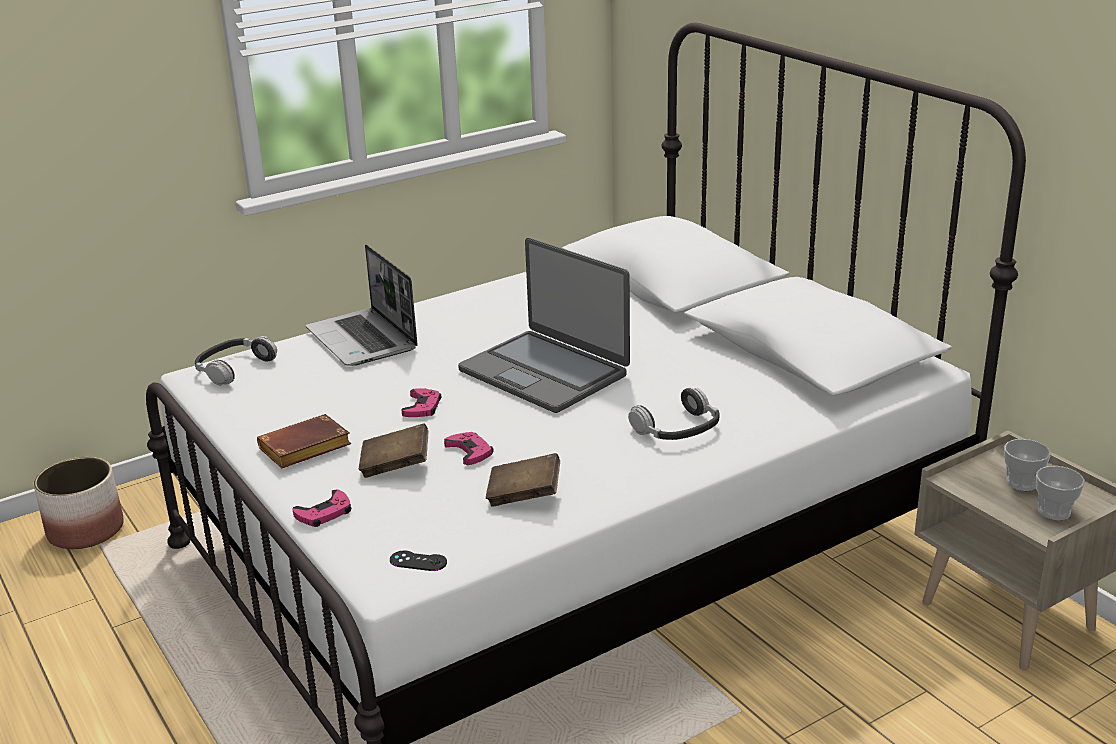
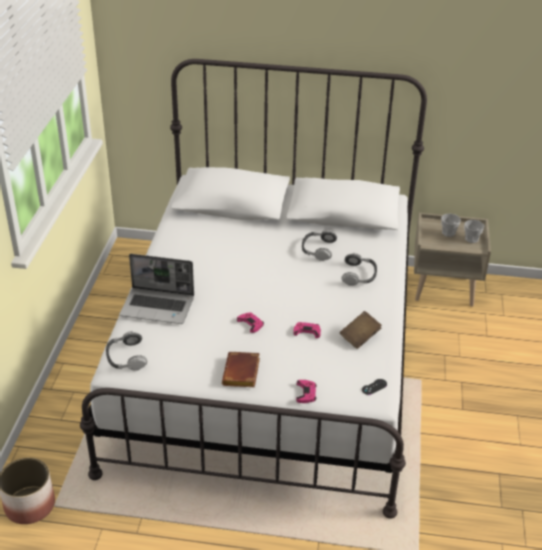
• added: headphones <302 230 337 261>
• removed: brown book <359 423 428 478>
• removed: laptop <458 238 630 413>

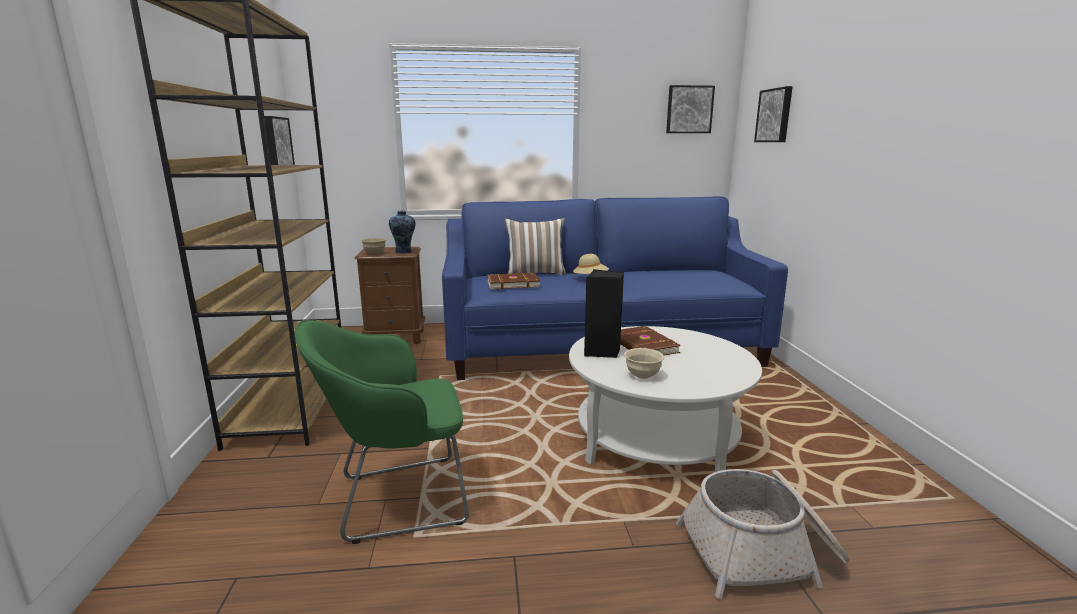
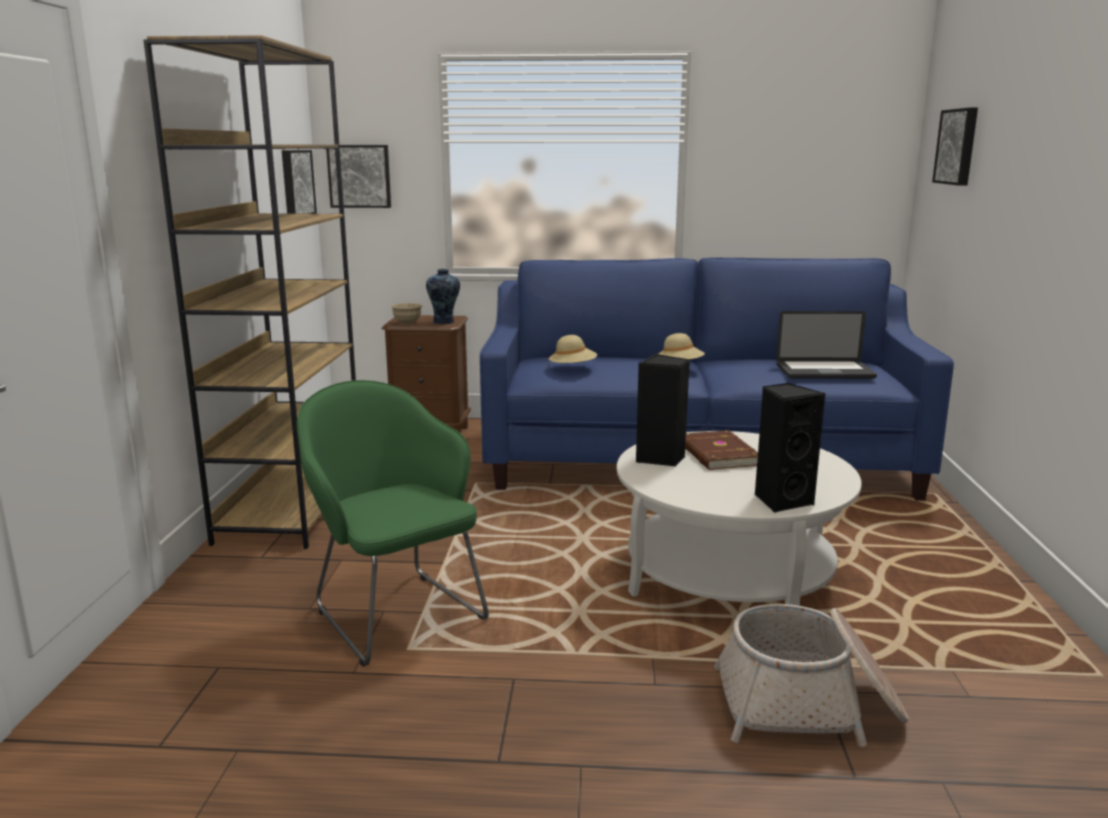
• turned: green armchair <295 320 469 544> = <297 380 489 666> 60 degrees clockwise
• moved: picture <666 85 715 133> to <326 145 391 208>
• replaced: brown book <487 273 540 289> to beige hat <548 335 597 369>
• added: black speaker <755 383 826 512>
• added: laptop <776 311 877 379>
• removed: pillow <505 218 566 276>
• removed: beige bowl <624 348 665 379>

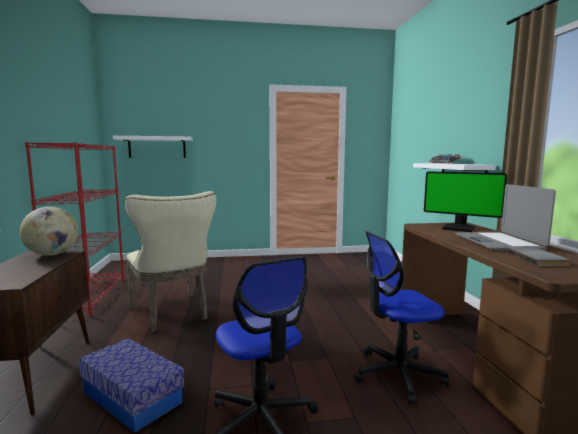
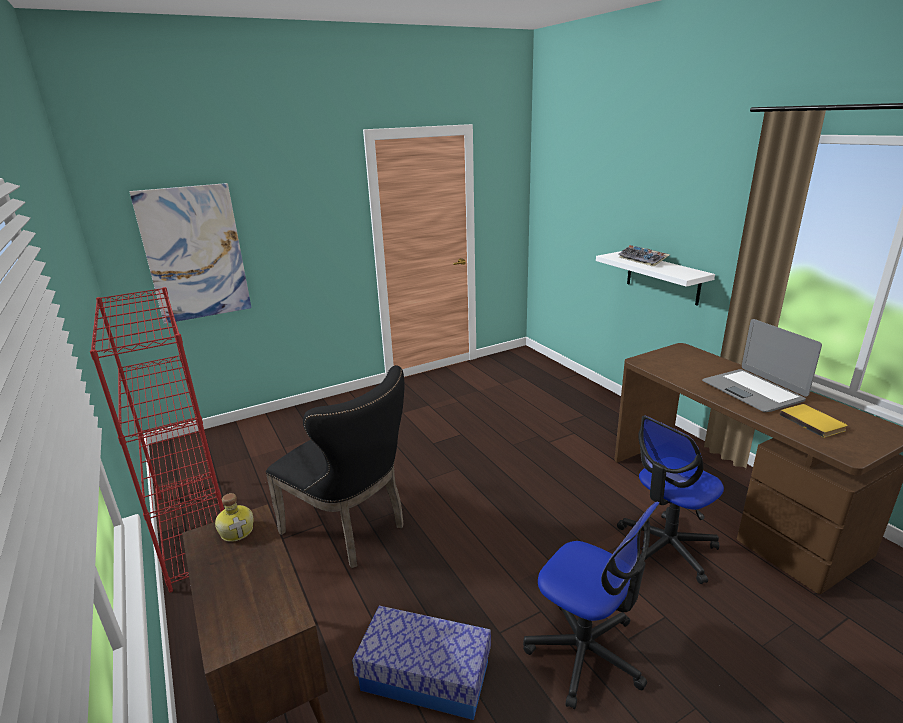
• replaced: white shelf <113 136 193 158> to picture <129 183 252 324>
• replaced: globe <20 207 78 256> to bottle <215 493 253 542>
• recoloured: beige chair <125 191 216 332> to black chair <266 365 404 568>
• recoloured: grey book <508 248 571 266> to yellow book <780 404 848 438>
• removed: monitor <424 171 507 232>

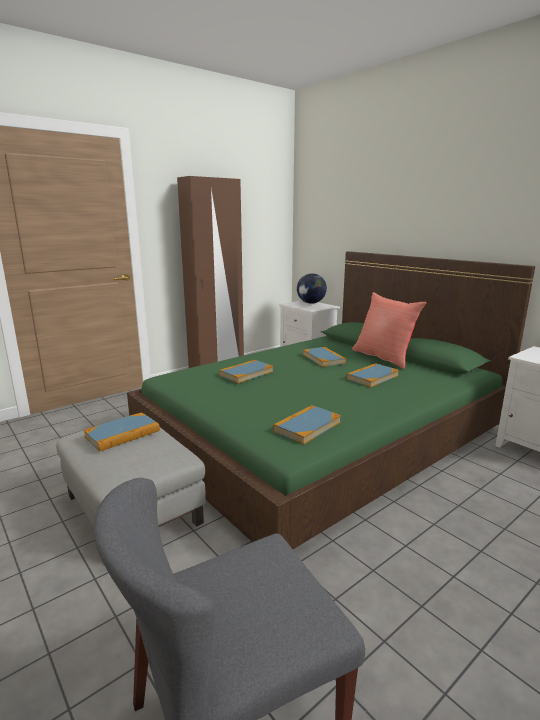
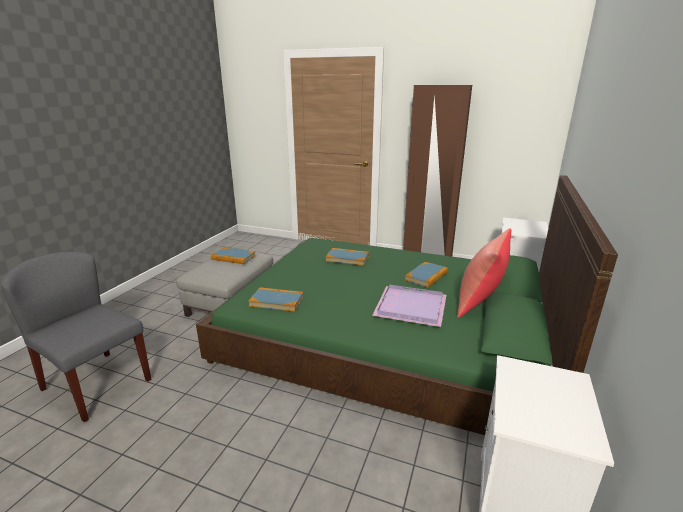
• replaced: book <347 363 399 387> to purple tray <372 285 446 327>
• removed: globe <297 273 327 304>

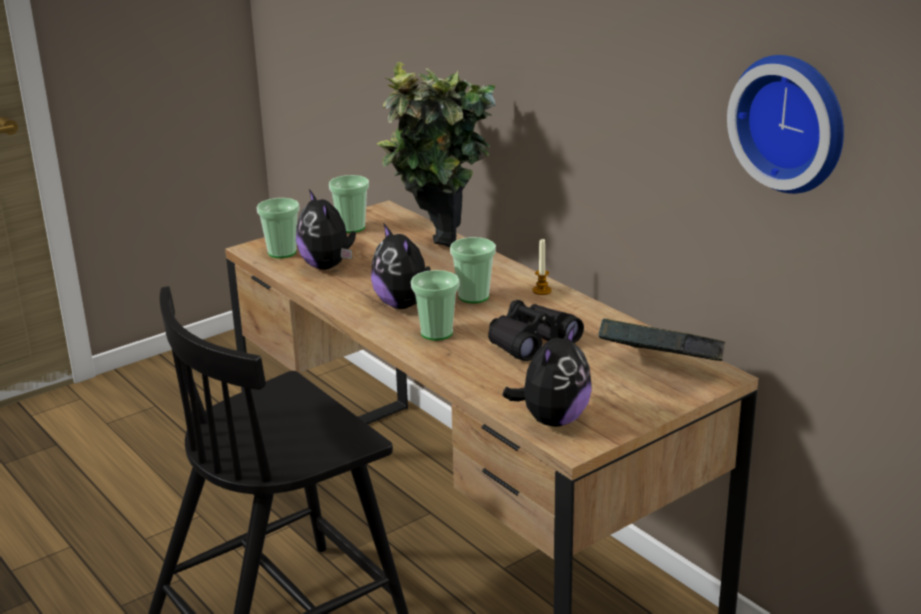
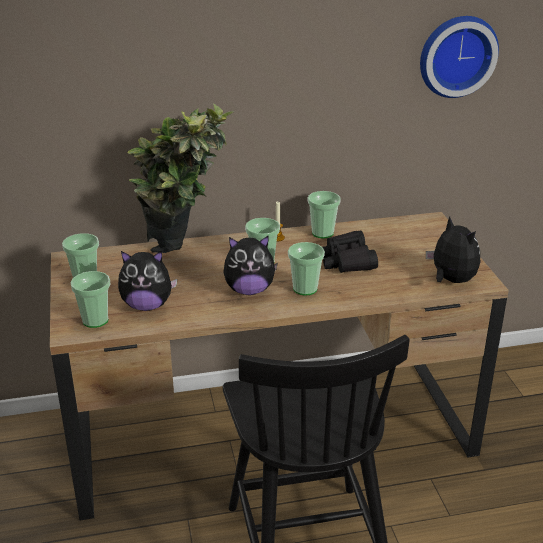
• added: cup <308 191 341 238>
• removed: book <598 318 726 361>

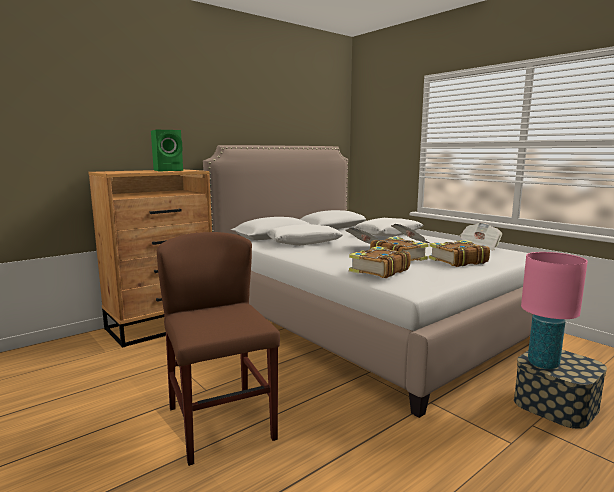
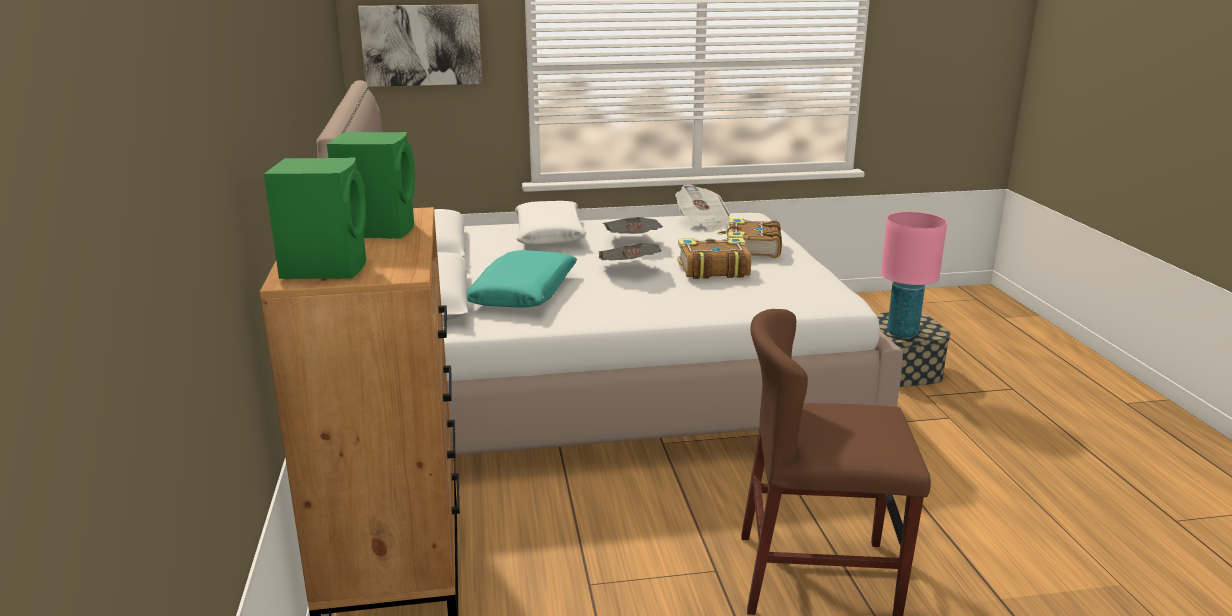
• added: green speaker <264 157 366 279>
• added: picture <358 4 482 87>
• recoloured: white pillow <267 224 343 246> to turquoise pillow <466 250 577 308>
• removed: book <349 246 411 278>

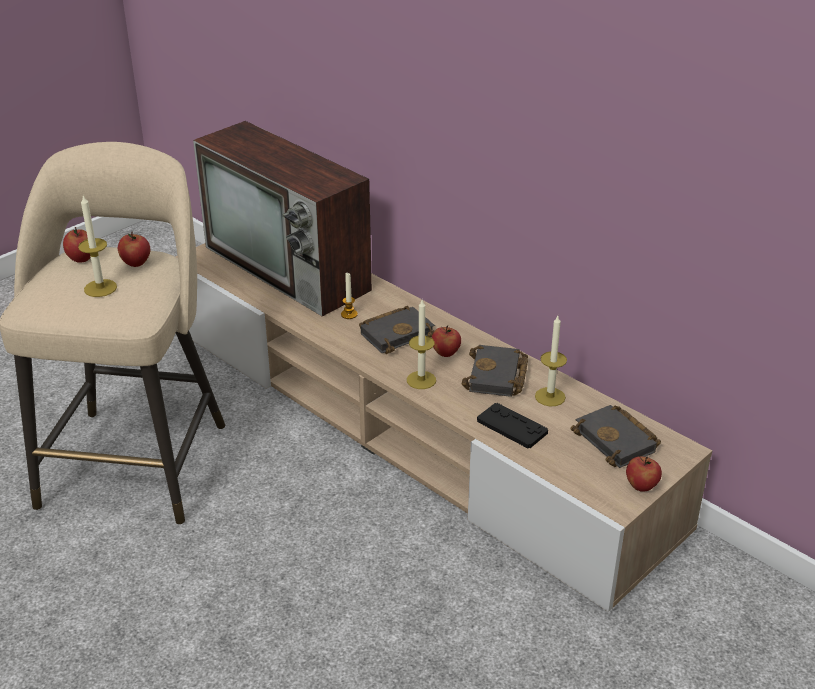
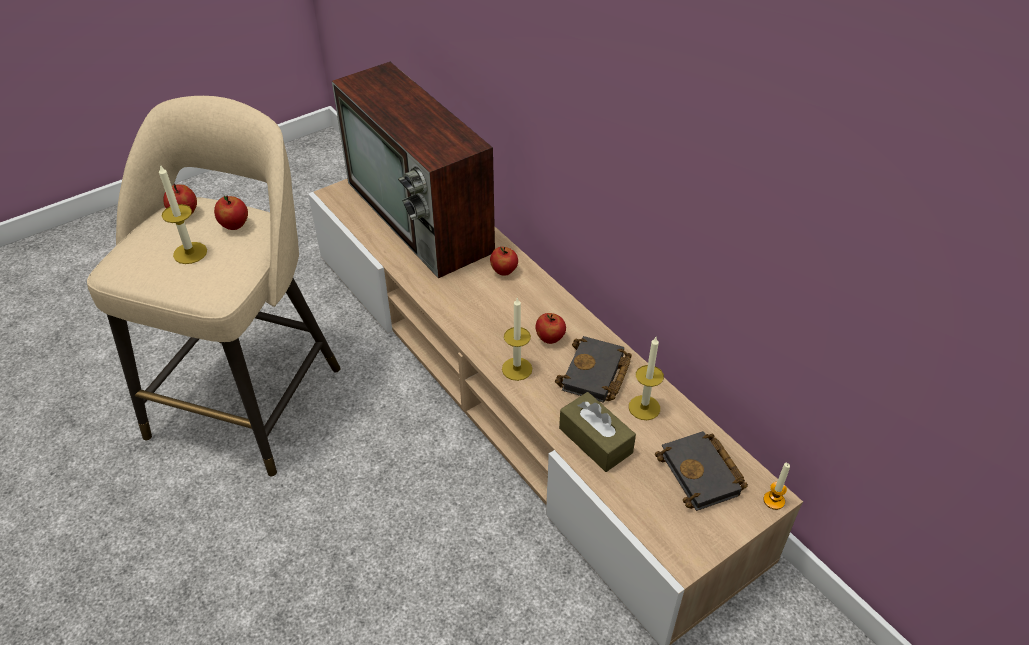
• moved: apple <626 456 662 492> to <490 247 518 276>
• replaced: black game controller <477 403 548 448> to brown tissue box <559 392 636 472>
• moved: candle <341 273 358 319> to <763 463 790 510>
• removed: black book <359 306 435 354>

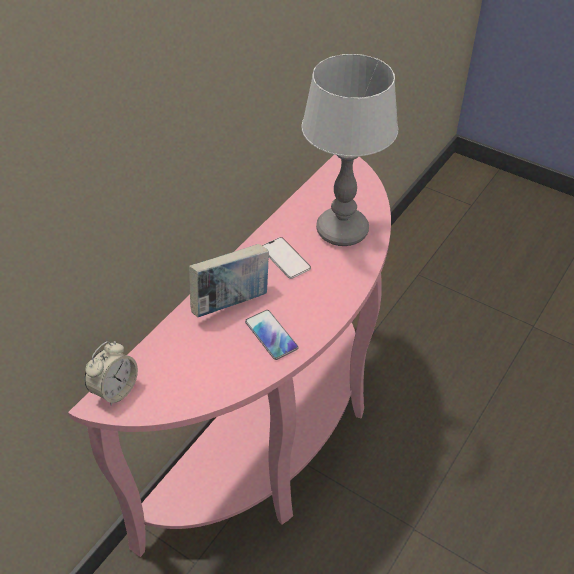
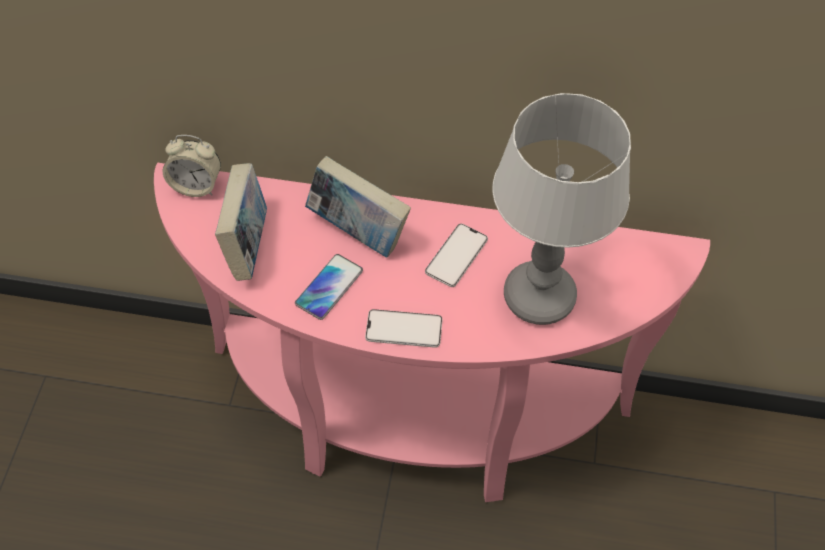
• added: book <215 163 267 281>
• added: phone <365 309 443 348>

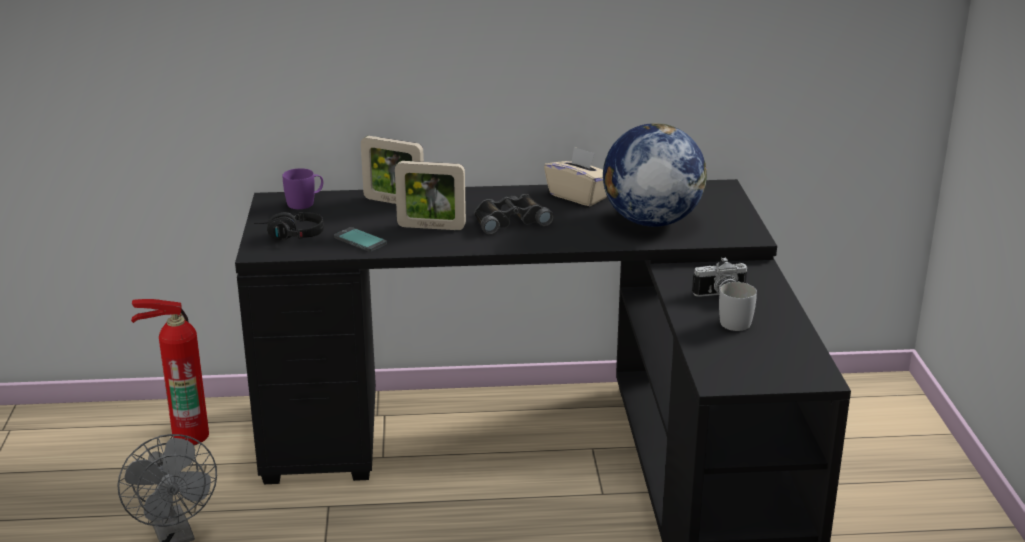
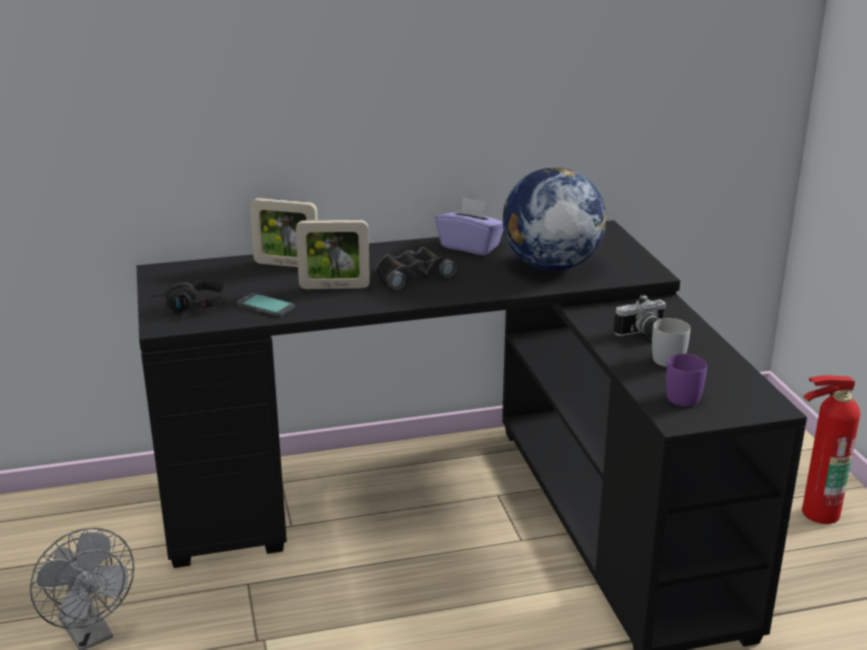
• recoloured: beige tissue box <544 147 607 206> to purple tissue box <435 197 504 255>
• moved: purple mug <283 168 323 209> to <666 354 707 406>
• moved: fire extinguisher <131 299 209 445> to <802 375 860 524>

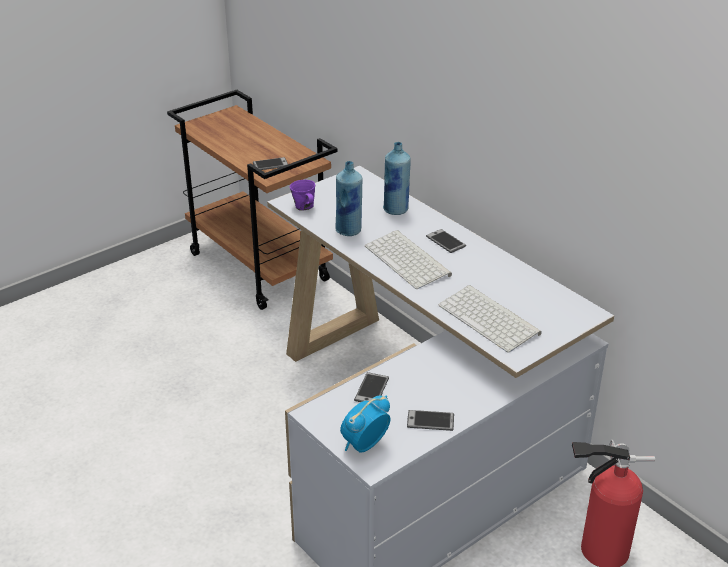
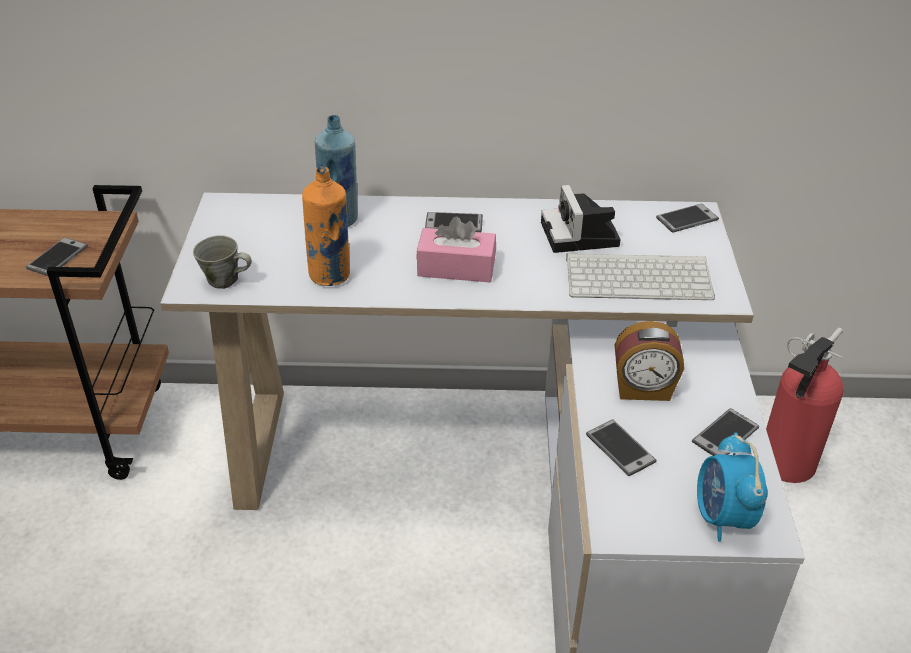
• recoloured: purple mug <290 180 315 211> to grey mug <193 235 252 289>
• recoloured: blue bottle <335 161 362 236> to orange bottle <302 167 350 286>
• replaced: keyboard <365 230 452 289> to pink tissue box <416 216 496 282>
• added: photo camera <541 185 621 253>
• added: alarm clock <615 321 684 401>
• added: phone <656 203 719 233>

